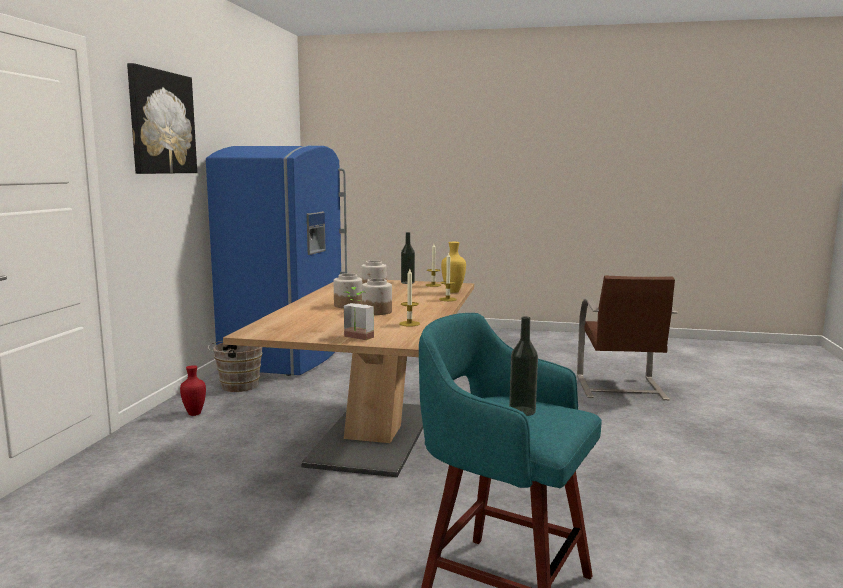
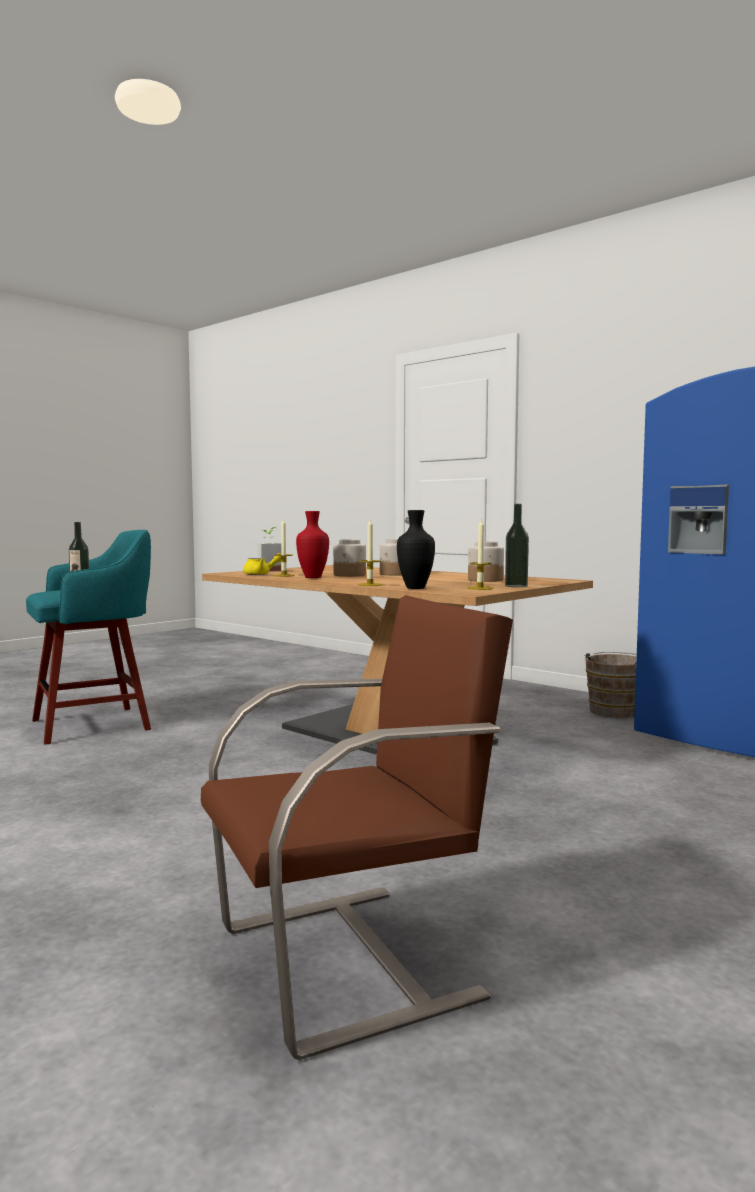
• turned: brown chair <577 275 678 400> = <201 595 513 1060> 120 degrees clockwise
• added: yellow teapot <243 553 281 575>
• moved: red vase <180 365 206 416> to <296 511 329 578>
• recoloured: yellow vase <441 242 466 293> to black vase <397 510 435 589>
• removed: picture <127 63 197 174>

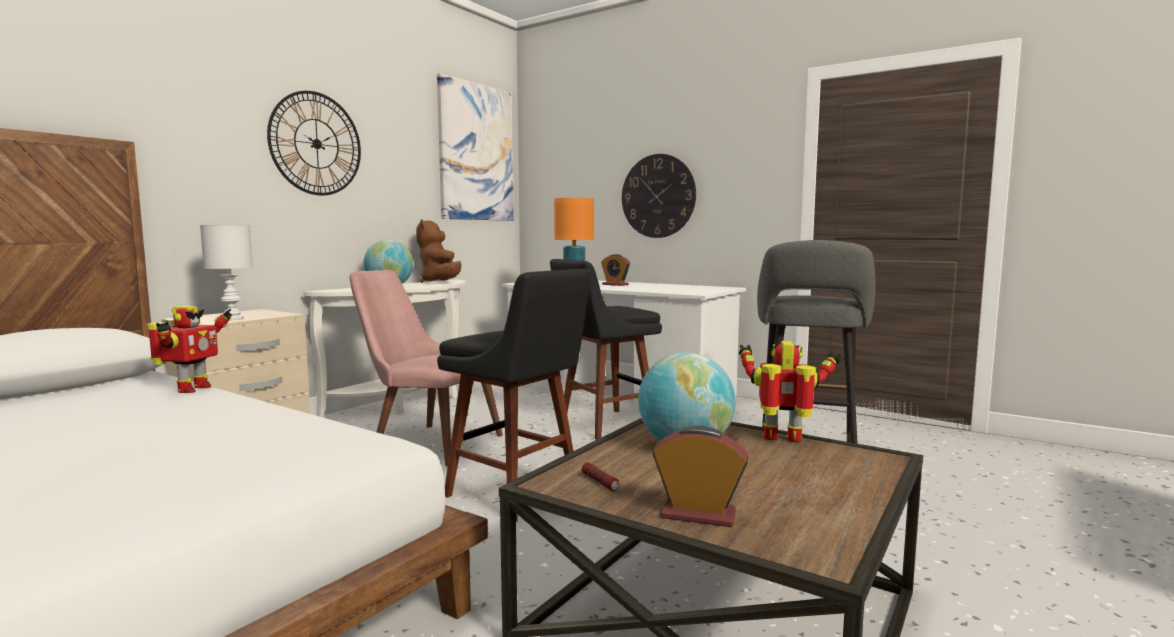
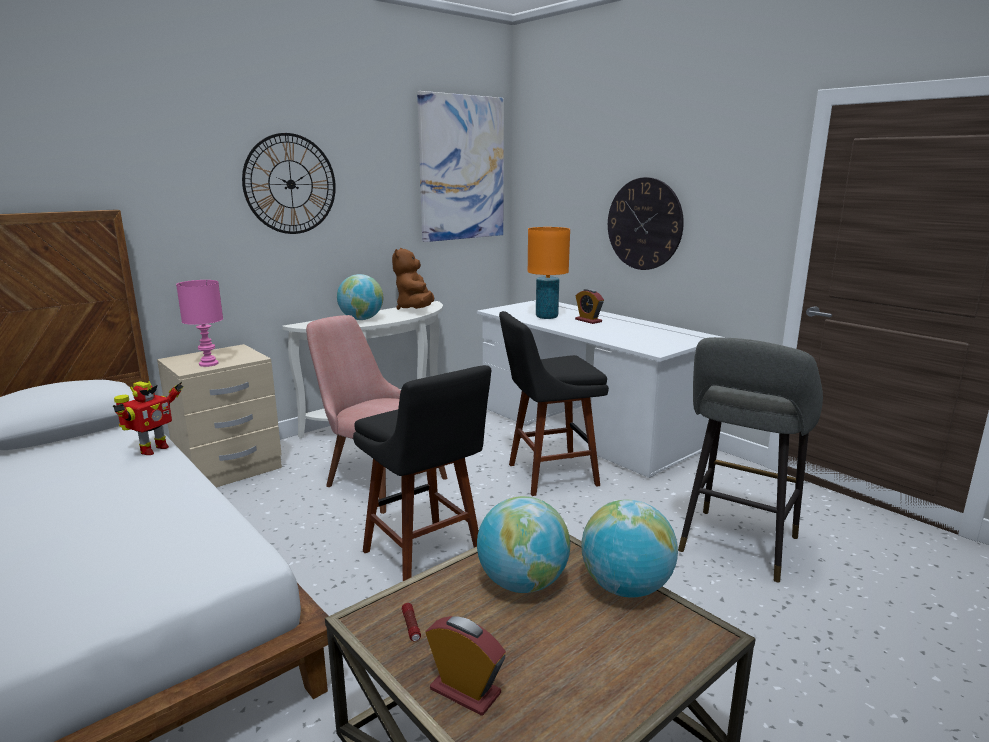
• recoloured: white table lamp <200 225 253 320> to pink table lamp <176 280 223 367>
• replaced: toy robot <739 341 841 442> to globe <581 499 678 598>

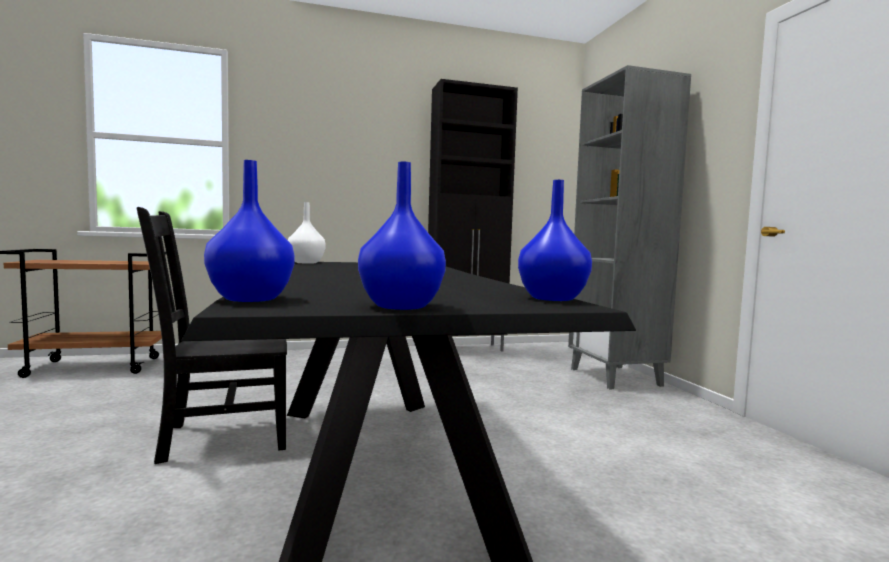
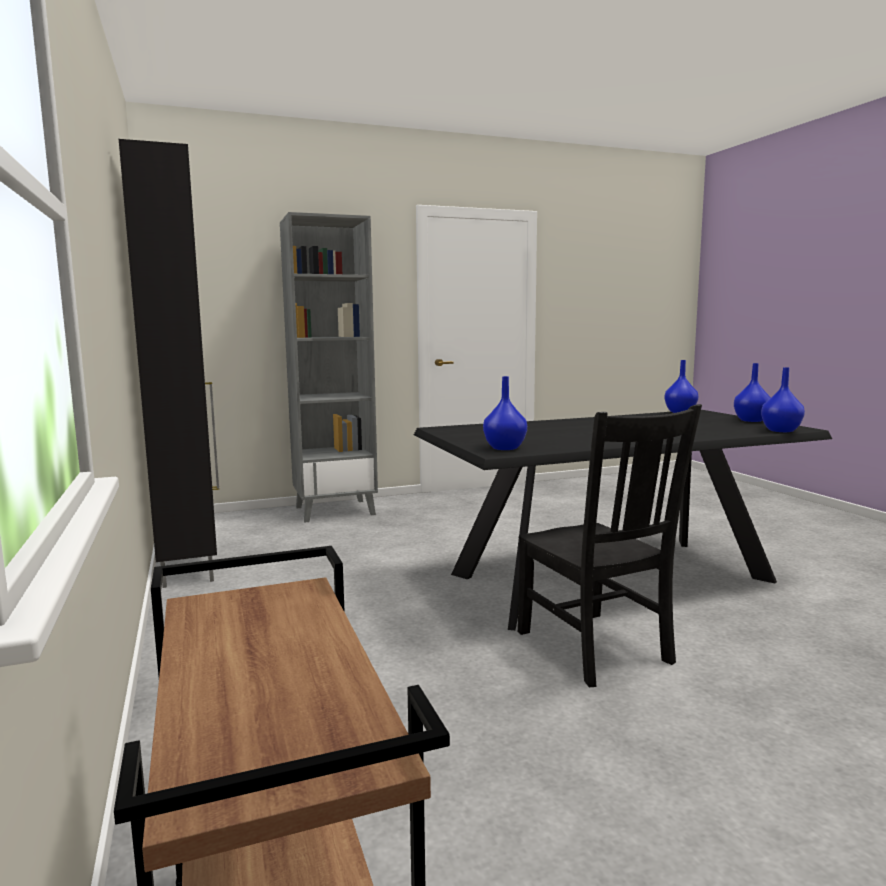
• recoloured: white vase <288 202 326 264> to blue vase <483 376 527 450>

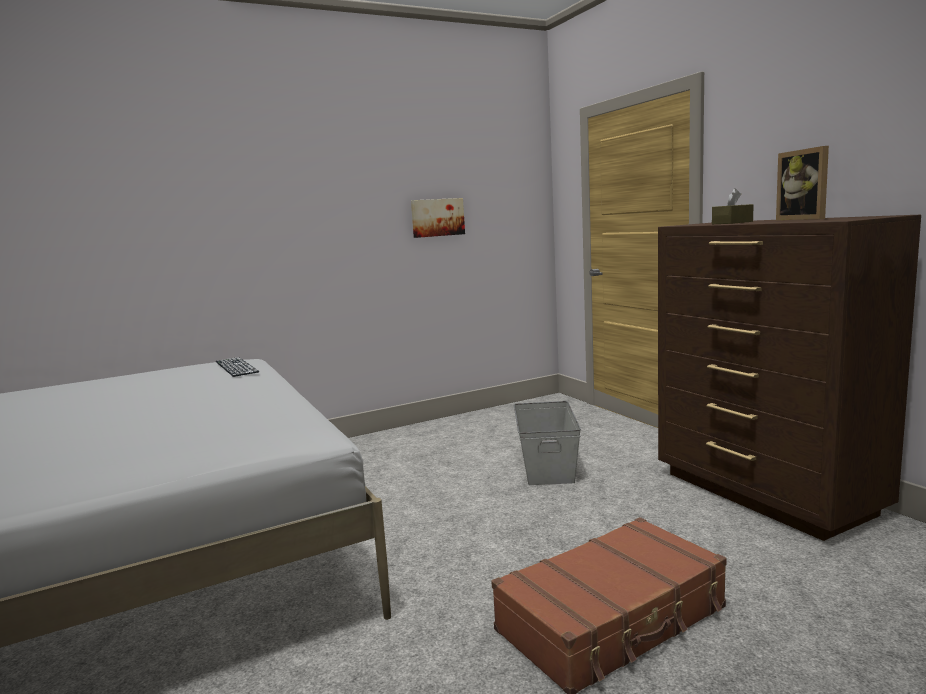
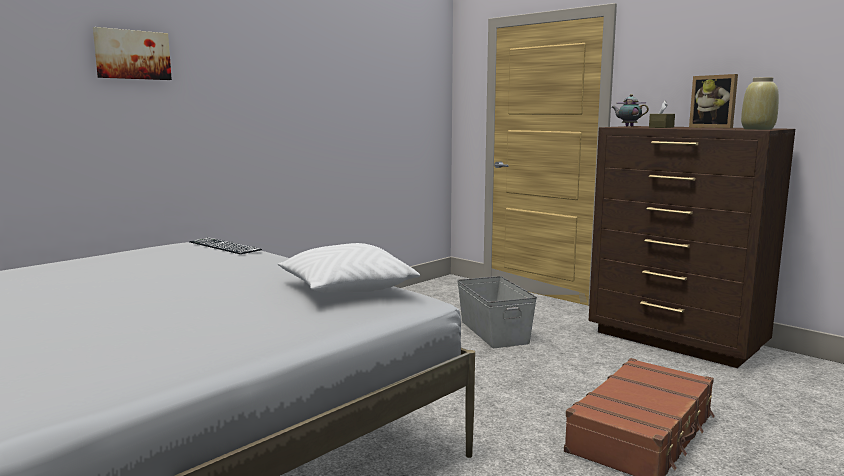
• moved: picture <411 198 465 238> to <93 27 172 80>
• added: white pillow <277 243 420 294>
• added: teapot <612 94 649 126>
• added: beige vase <741 77 779 130>

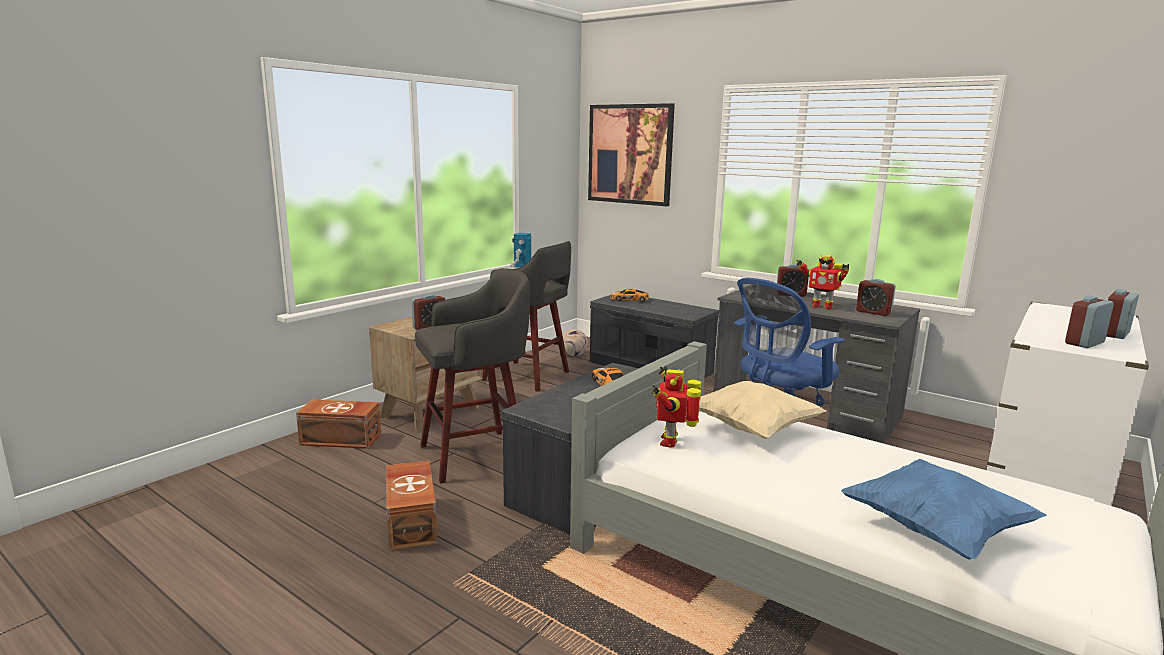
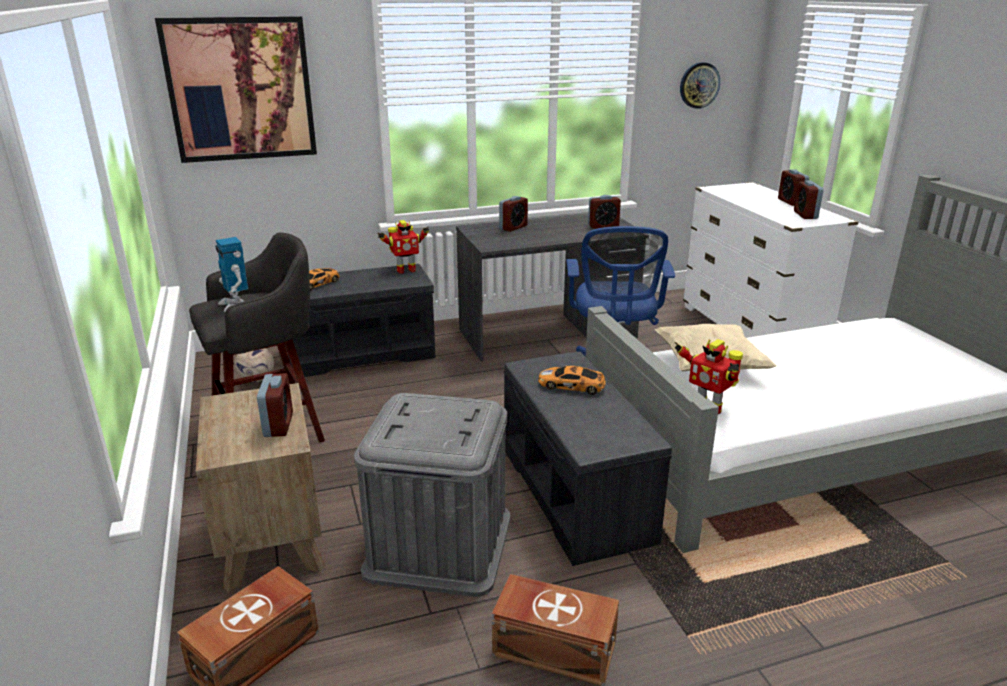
• replaced: grey stool <415 268 530 484> to grey storage box <354 393 510 597>
• moved: toy robot <796 255 849 310> to <377 220 430 274>
• added: wall clock <680 62 720 109>
• removed: blue pillow <841 459 1047 560>

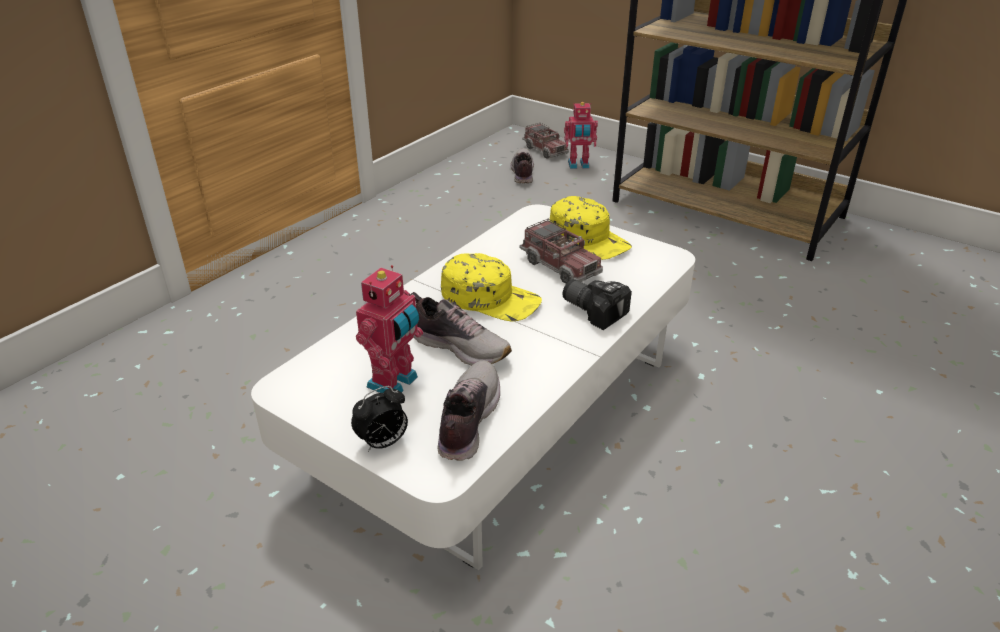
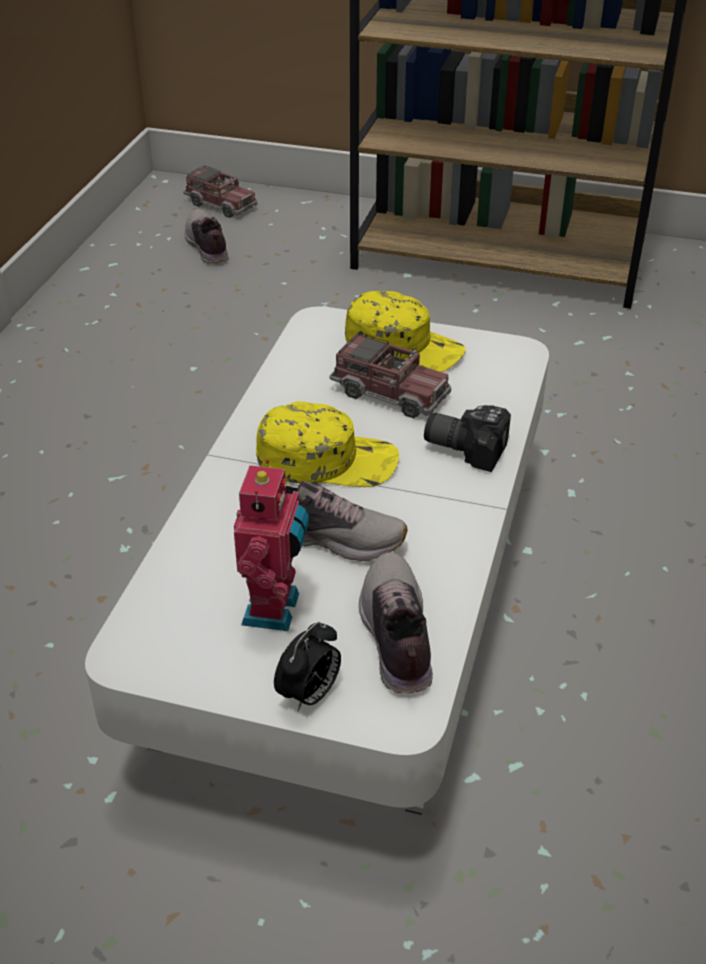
• removed: toy robot <564 102 598 169>

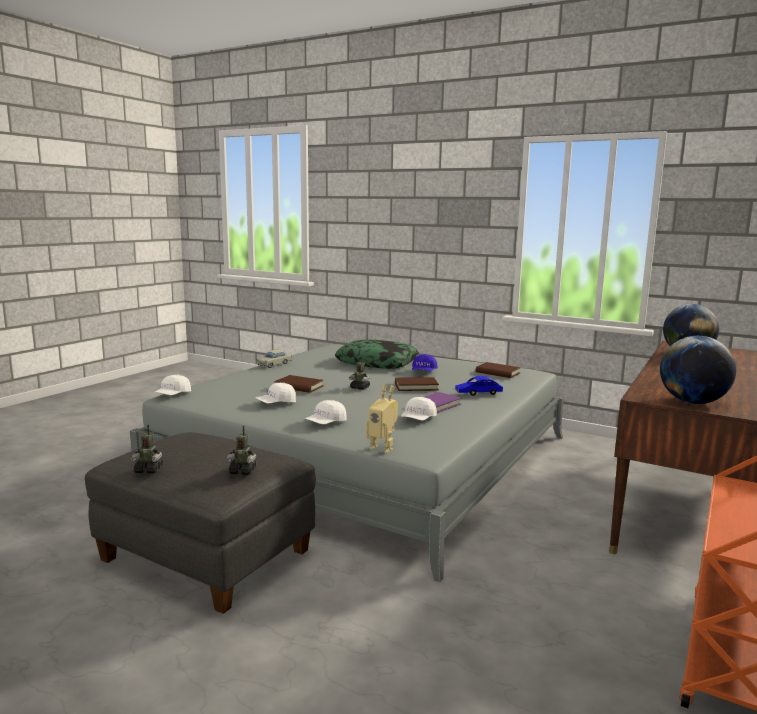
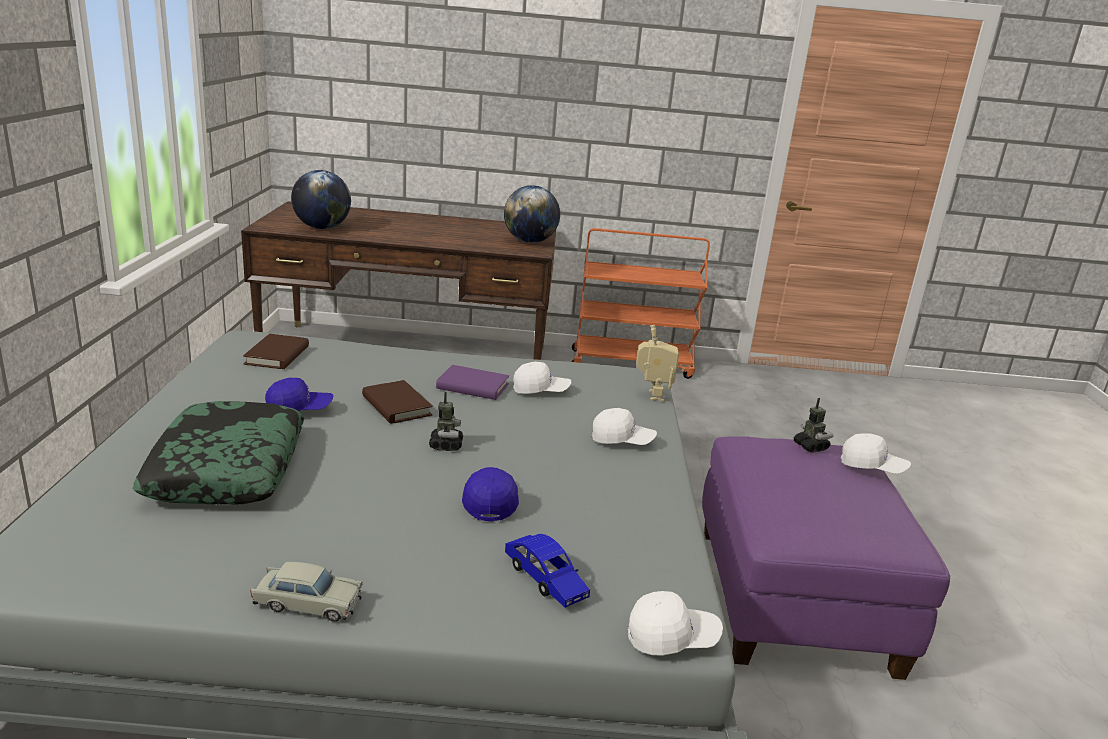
• replaced: brown book <274 375 324 393> to blue cap <462 467 519 522>
• moved: blue toy car <455 376 503 396> to <505 534 590 608>
• recoloured: grey ottoman <85 432 316 614> to purple ottoman <702 436 950 680>
• moved: white cap <255 383 296 403> to <841 433 911 474>
• removed: toy robot <131 425 163 473>

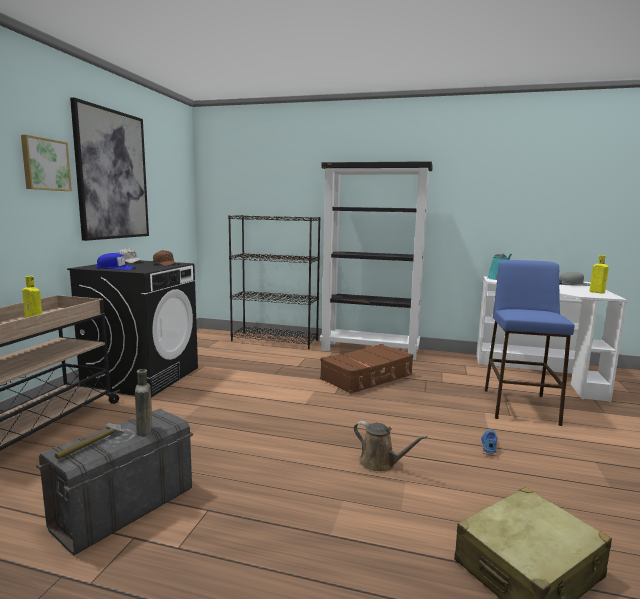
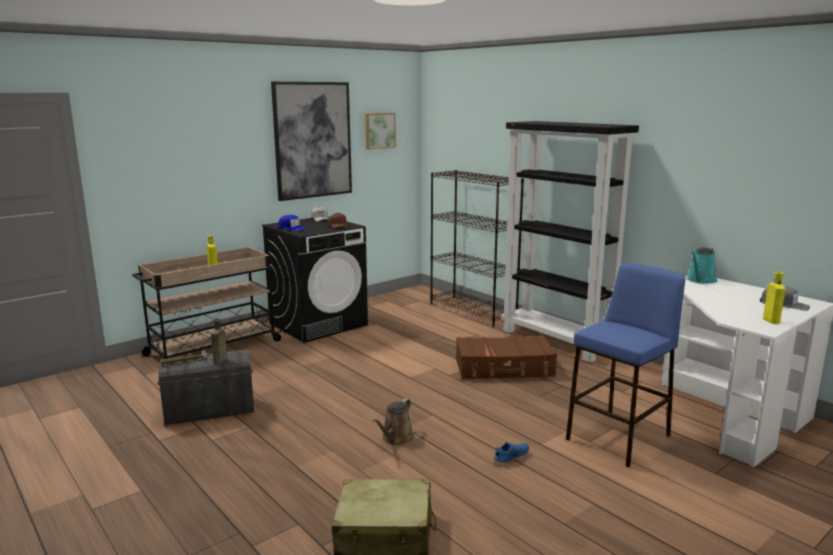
• moved: picture <21 135 72 191> to <365 113 396 150>
• turned: brown watering can <354 421 428 473> = <373 398 414 445> 45 degrees clockwise

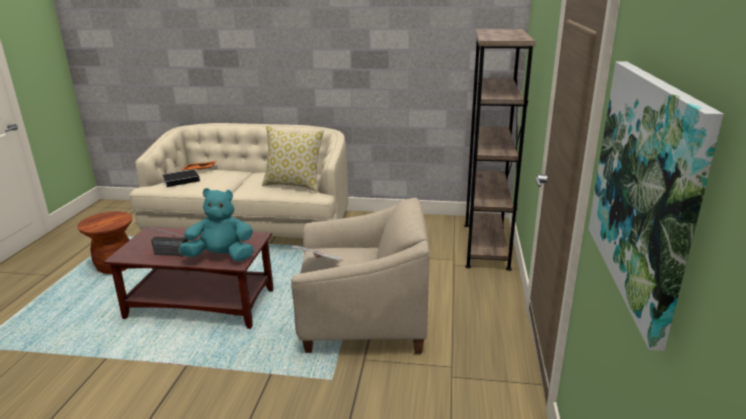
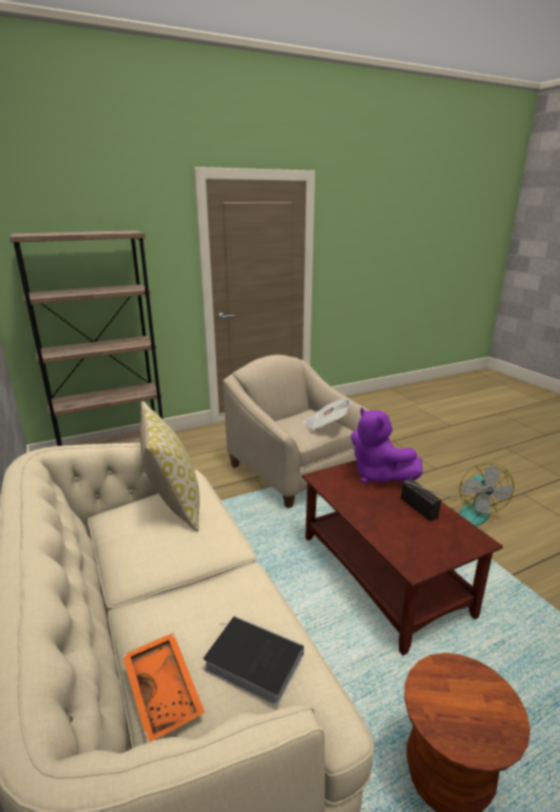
• recoloured: turquoise plush toy <179 188 254 261> to purple plush toy <351 407 423 484>
• added: fan <441 463 514 526>
• removed: picture <588 62 724 351>

